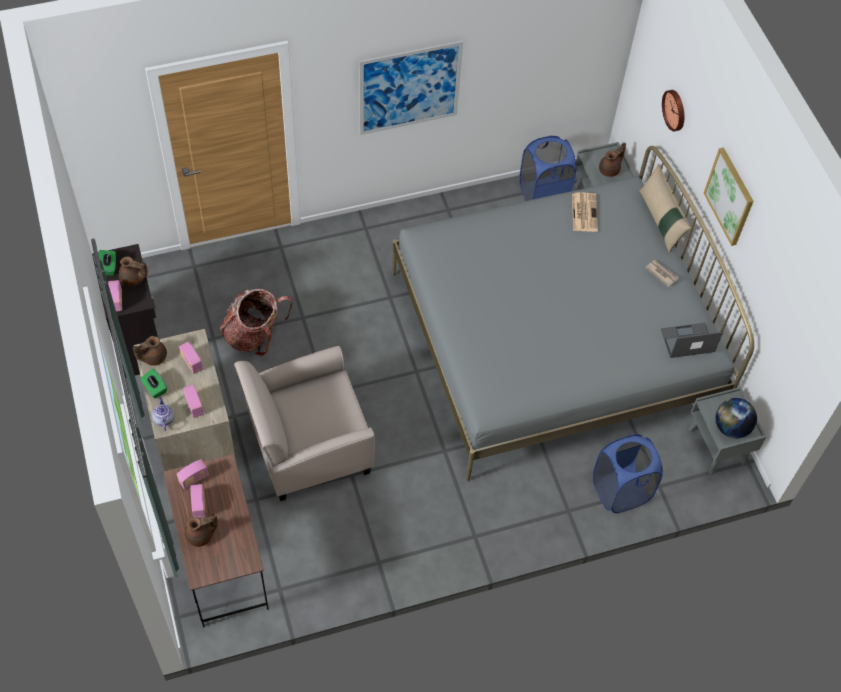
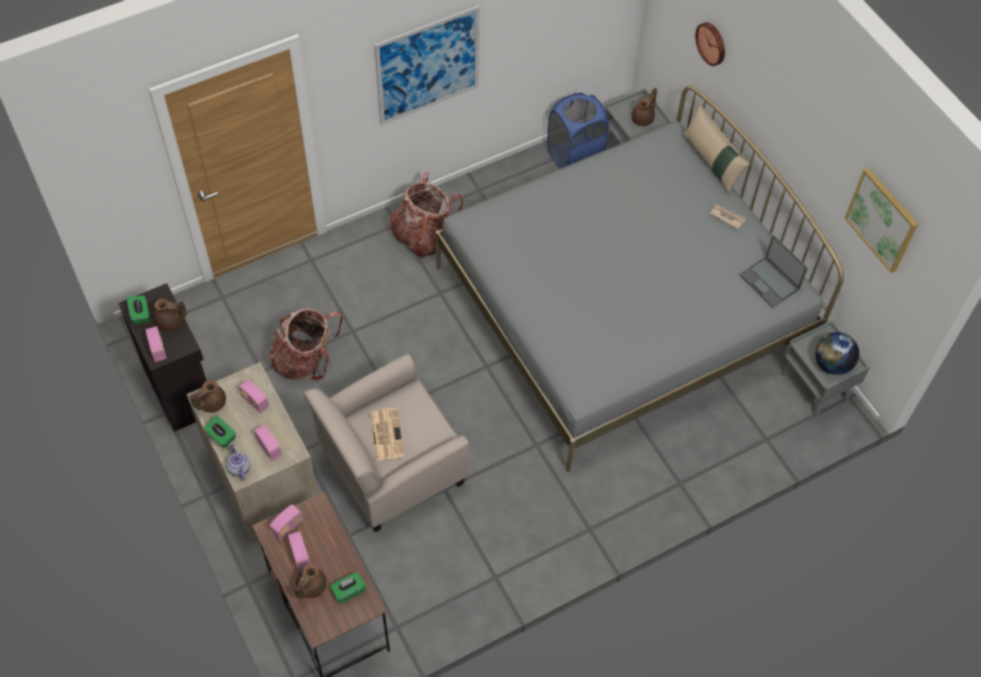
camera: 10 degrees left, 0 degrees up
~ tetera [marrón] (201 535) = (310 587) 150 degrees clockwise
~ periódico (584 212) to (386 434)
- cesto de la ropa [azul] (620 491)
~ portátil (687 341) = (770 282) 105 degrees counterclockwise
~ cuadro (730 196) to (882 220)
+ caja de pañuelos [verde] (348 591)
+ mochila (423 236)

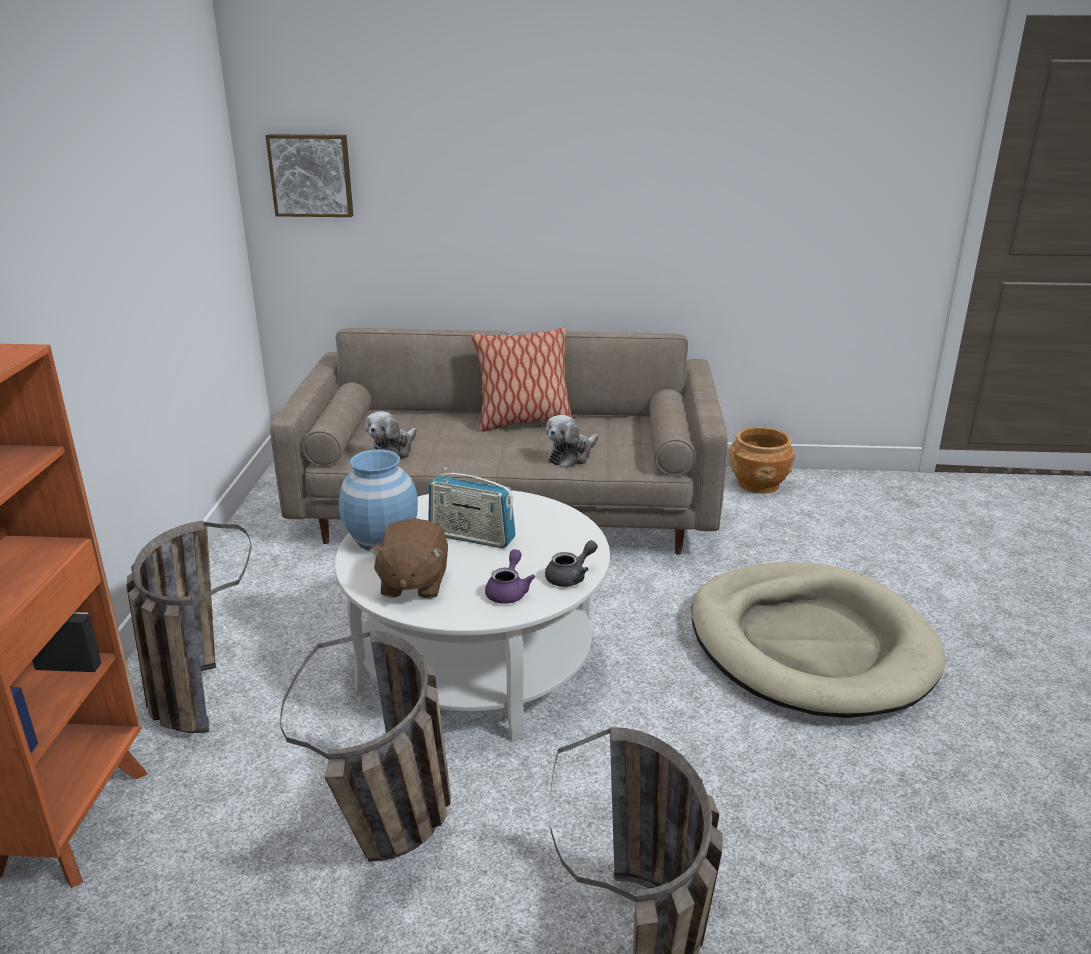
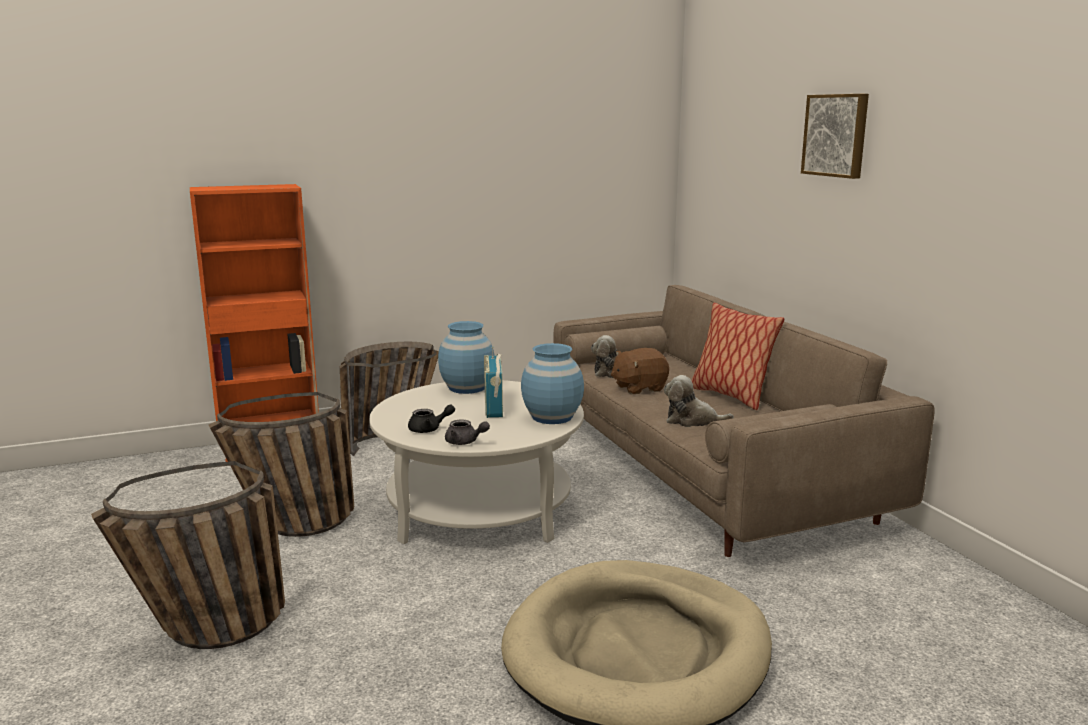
camera: 65 degrees right, 10 degrees down
~ cuadro (311 175) to (836 135)
~ peluche [marrón] (413 583) to (639 388)
~ tetera [morado] (509 591) to tetera [negro] (429 429)
- maceta [marrón] (758 484)
+ florero [azul] (552 417)

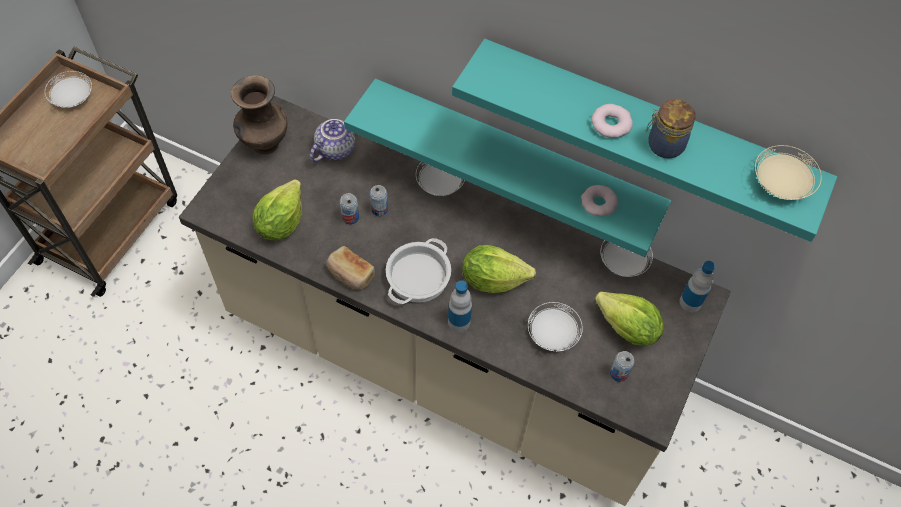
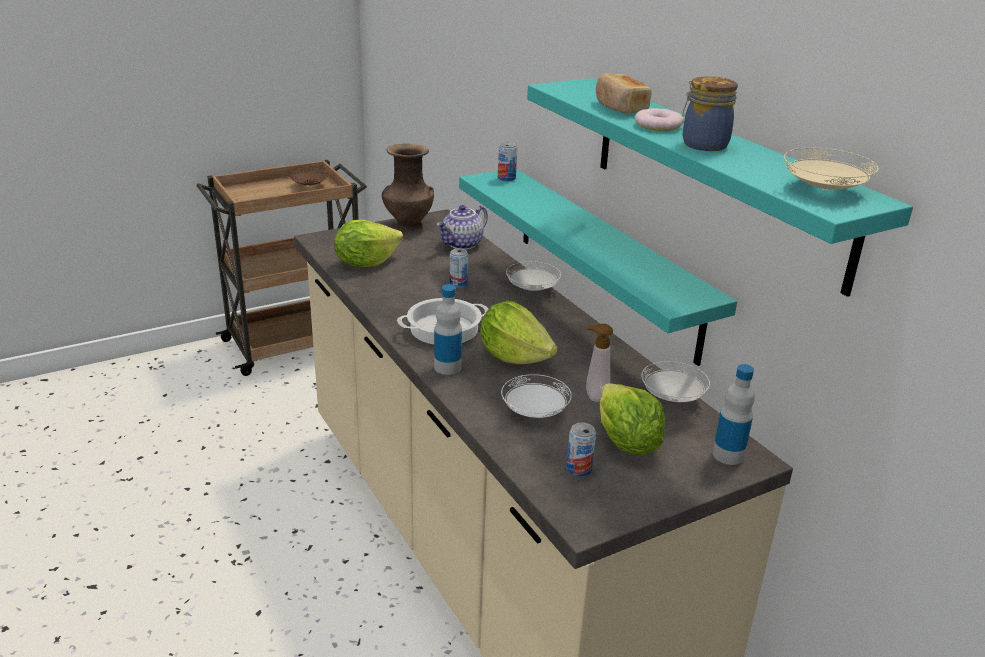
camera: 35 degrees right, 30 degrees down
~ plato [blanco] (72 98) to plato [marrón] (309 185)
~ tetera (335 148) = (462 244) 150 degrees clockwise
~ pan (350 274) to (619 107)
~ lata (350 217) to (506 178)
- rosquilla (598 203)
+ dispensador de jabón (594 396)

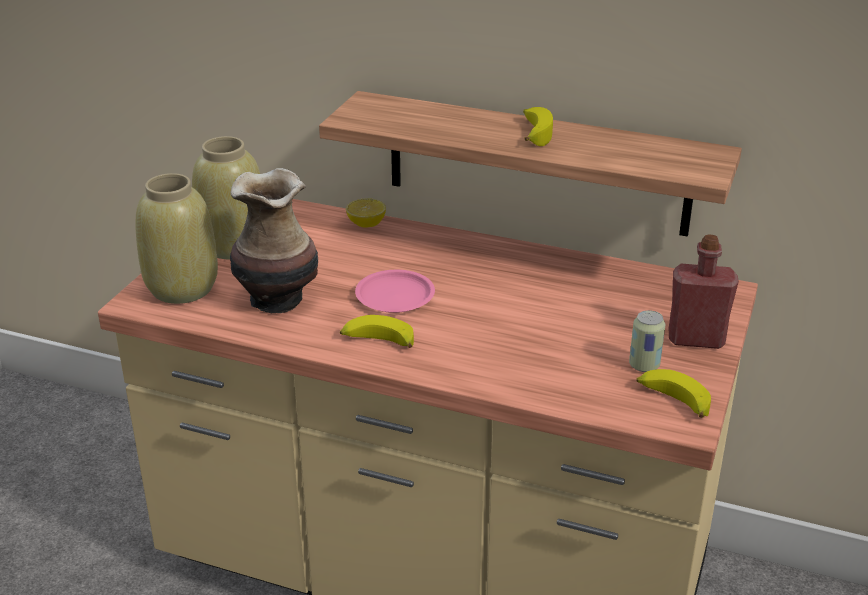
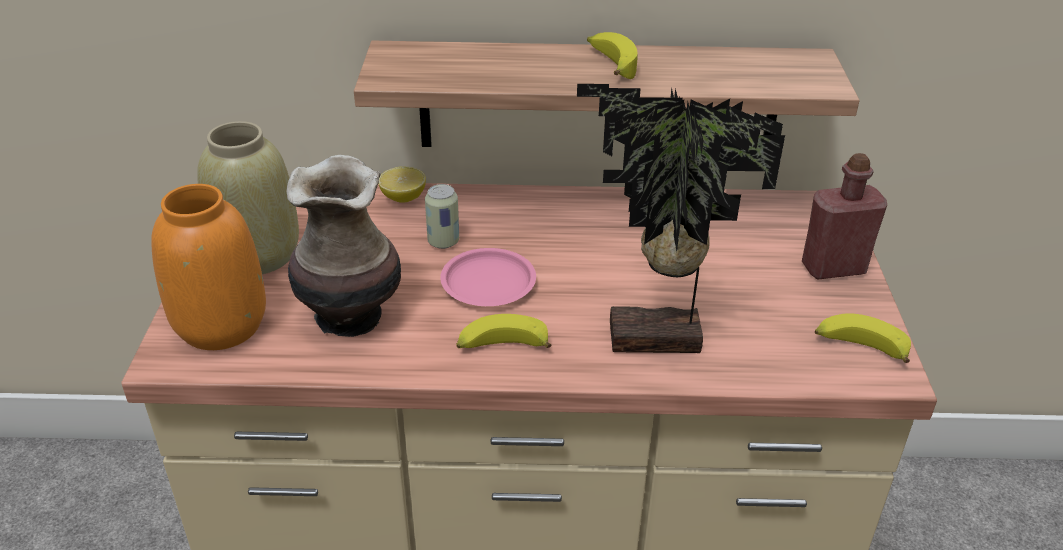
camera: 20 degrees left, 5 degrees up
~ florero [beis] (181 288) to florero [naranja] (219 326)
~ lata (644 365) to (443 241)
+ planta en maceta (657 343)

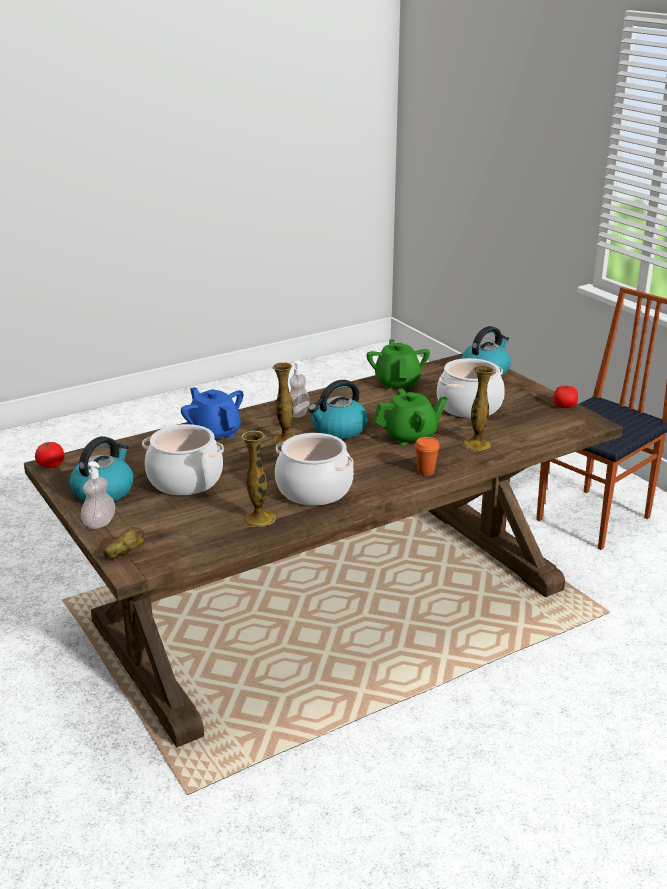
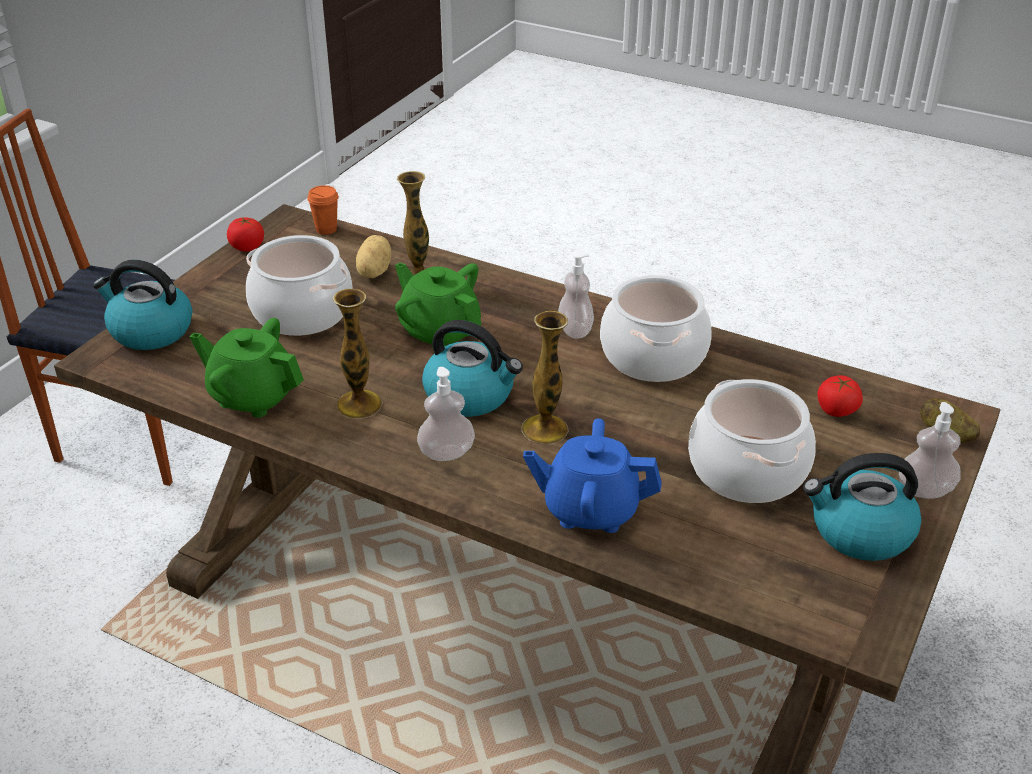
camera: 120 degrees left, 10 degrees up
~ tomate (51 465) to (836 410)
~ tetera [azul] (214 433) = (590 510) 75 degrees clockwise
~ florero (259 519) to (359 404)
~ tetera [verde] (397 383) = (253 397) 60 degrees clockwise
~ taza [naranja] (425 472) to (326 229)
+ patata (372 272)
+ dispensador de jabón (575 330)

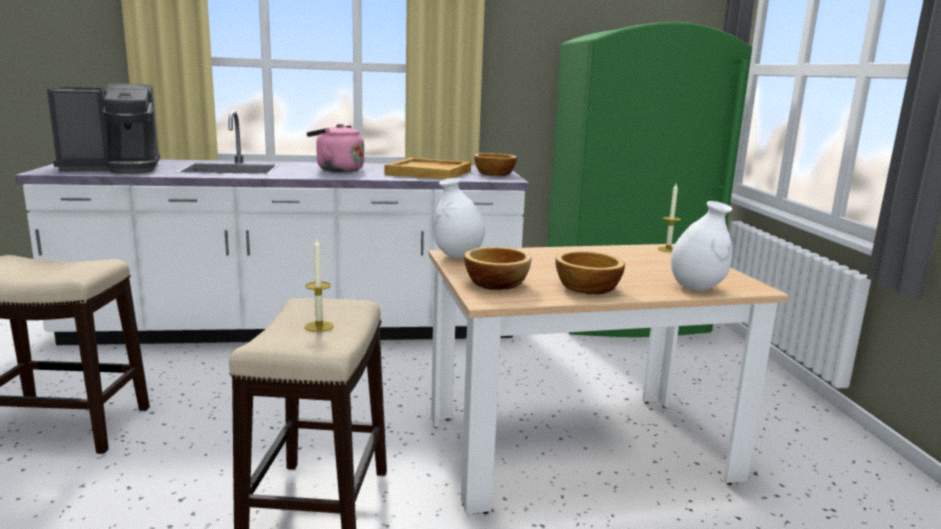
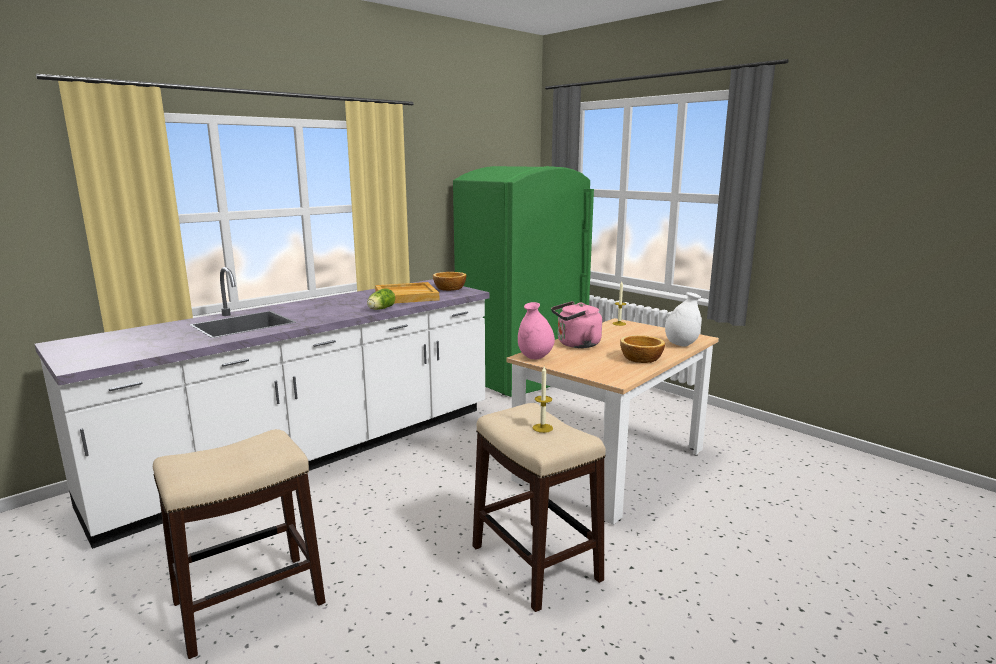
camera: 35 degrees left, 0 degrees up
- cafetera (114 168)
~ hervidor [rosa] (337 170) to (576 344)
~ florero [blanco] (458 256) to florero [rosa] (535 357)
- cuenco (496 283)
+ lechuga (380 309)

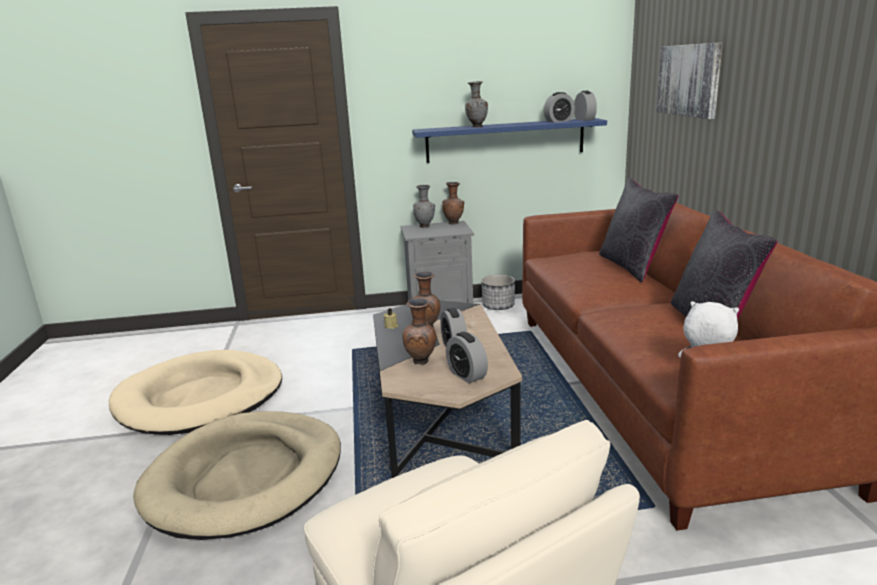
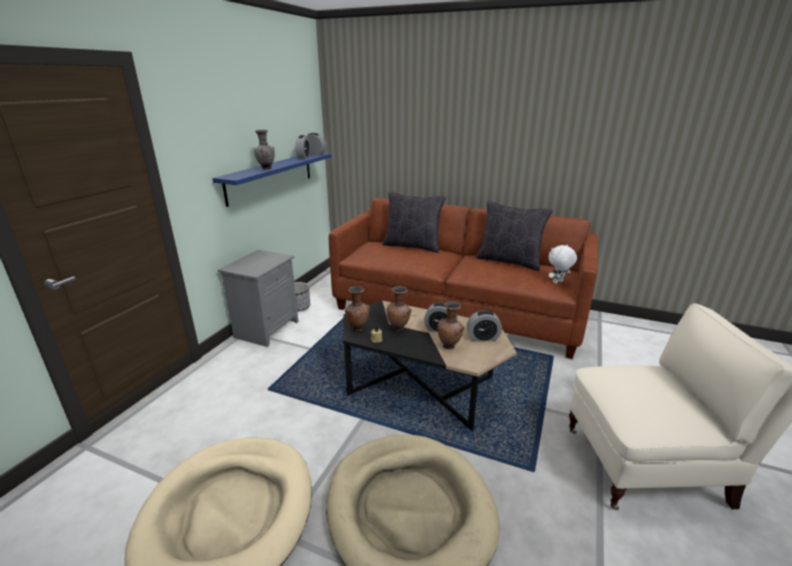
camera: 60 degrees left, 5 degrees up
- florero [gris] (425 226)
~ florero [marrón] (454 223) to (357 328)
- cuadro (689 80)

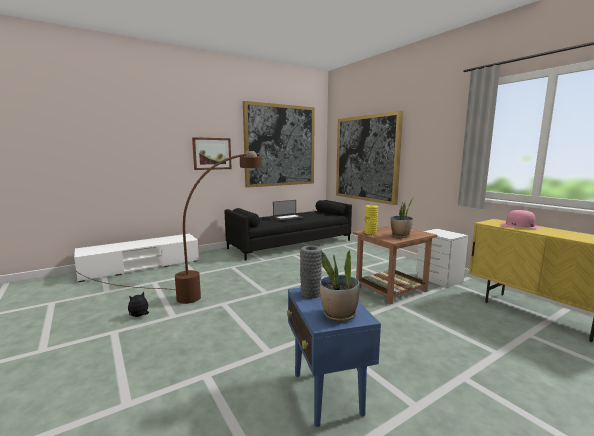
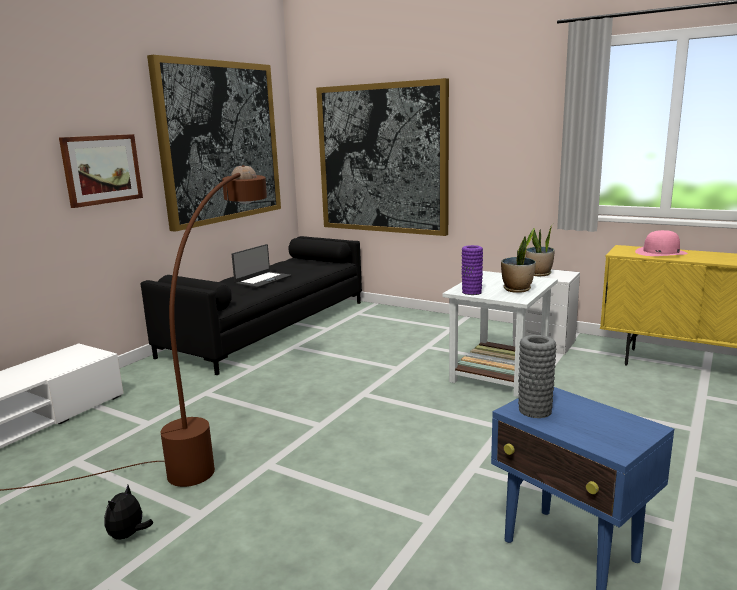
camera: 25 degrees left, 5 degrees up
~ planta en maceta (339 315) to (539 274)
~ mesa auxiliar [marrón] (390 289) to mesa auxiliar [blanco] (498 373)
~ florero [amarillo] (370 233) to florero [morado] (471 292)

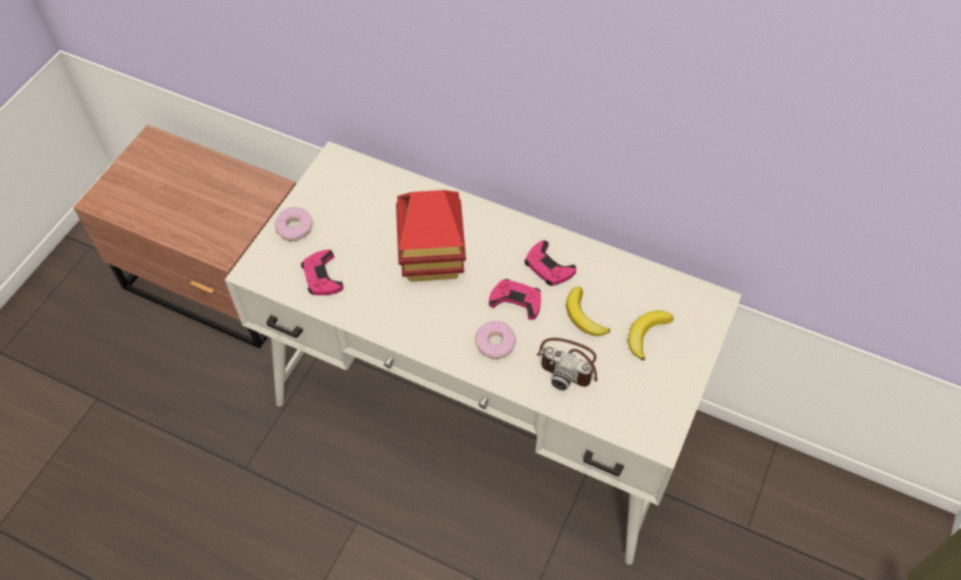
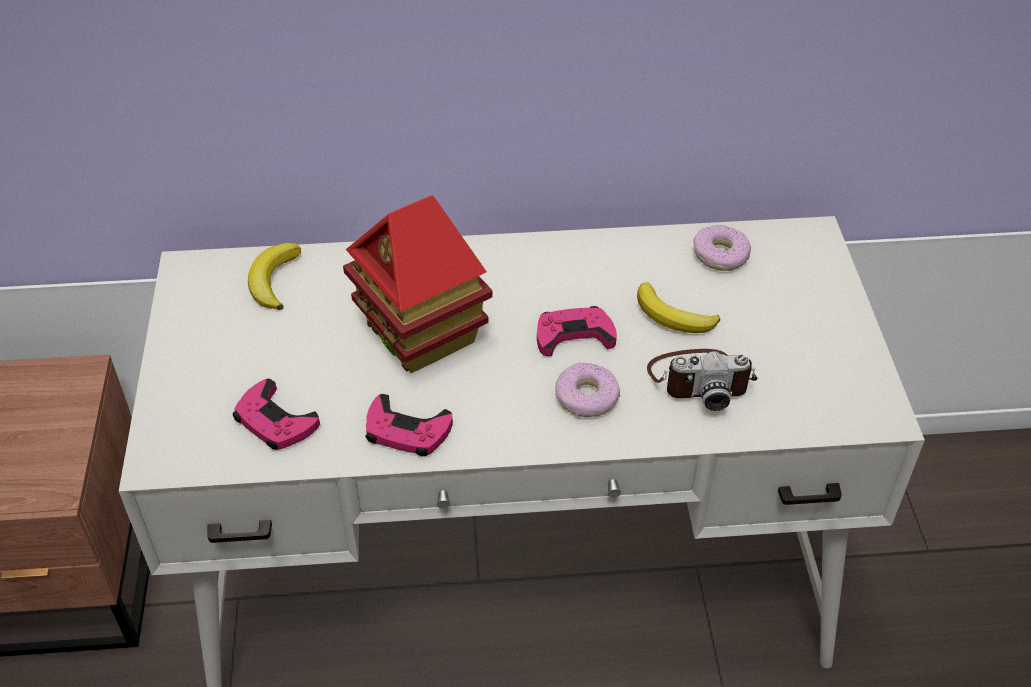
camera: 30 degrees left, 10 degrees down
~ rosquilla (295 228) to (720 255)
~ mando de consola [rosa] (548 267) to (406 431)
~ plátano (646 334) to (273 280)

